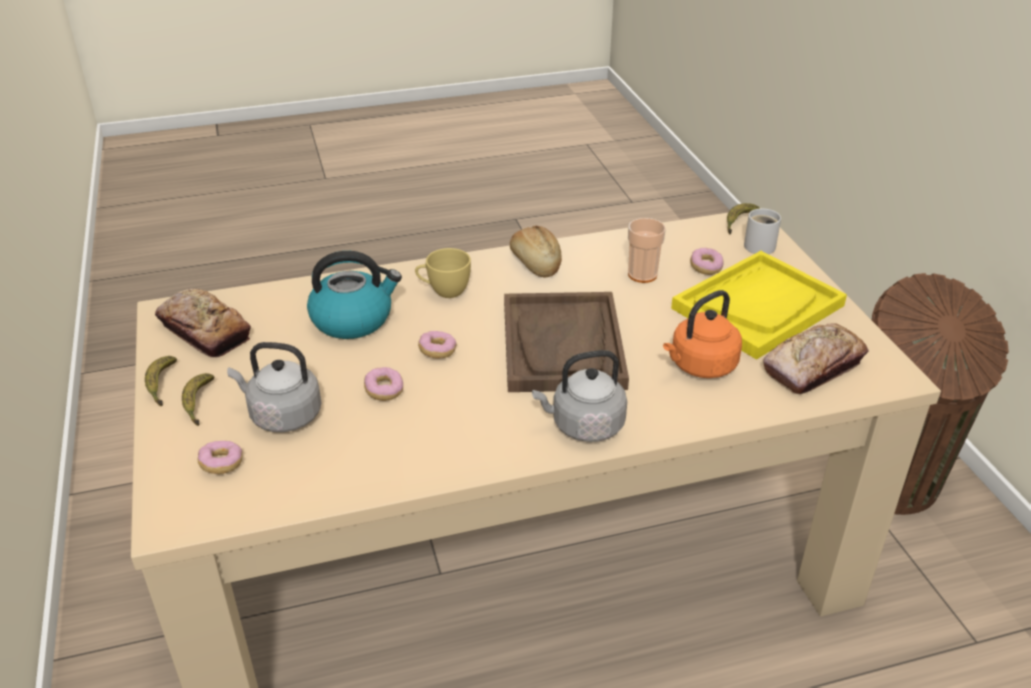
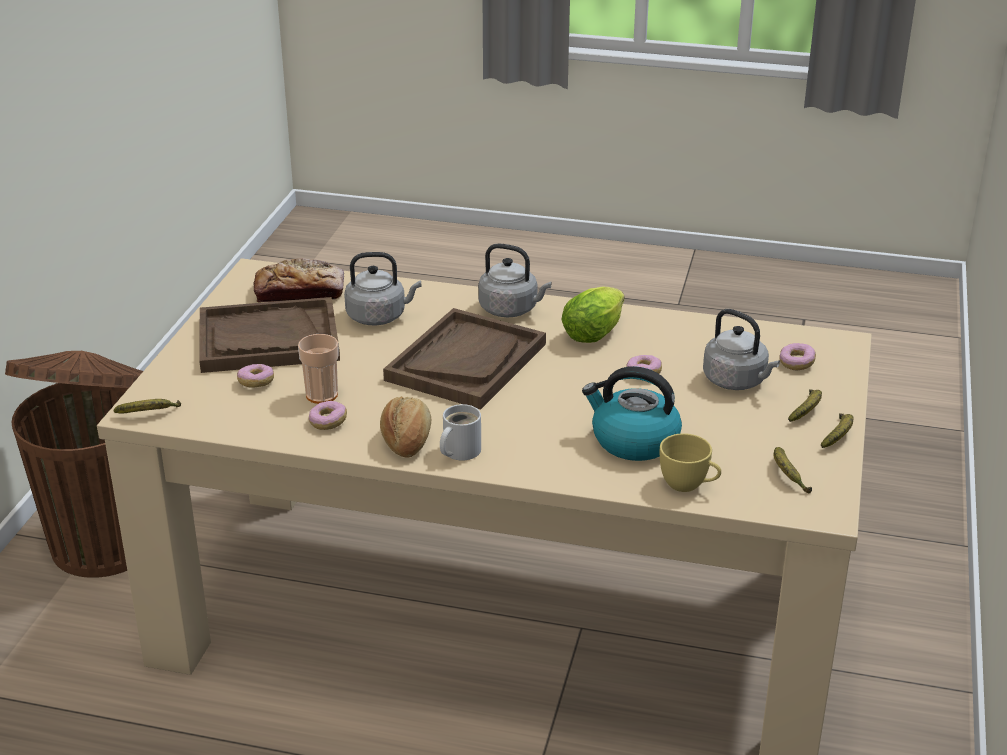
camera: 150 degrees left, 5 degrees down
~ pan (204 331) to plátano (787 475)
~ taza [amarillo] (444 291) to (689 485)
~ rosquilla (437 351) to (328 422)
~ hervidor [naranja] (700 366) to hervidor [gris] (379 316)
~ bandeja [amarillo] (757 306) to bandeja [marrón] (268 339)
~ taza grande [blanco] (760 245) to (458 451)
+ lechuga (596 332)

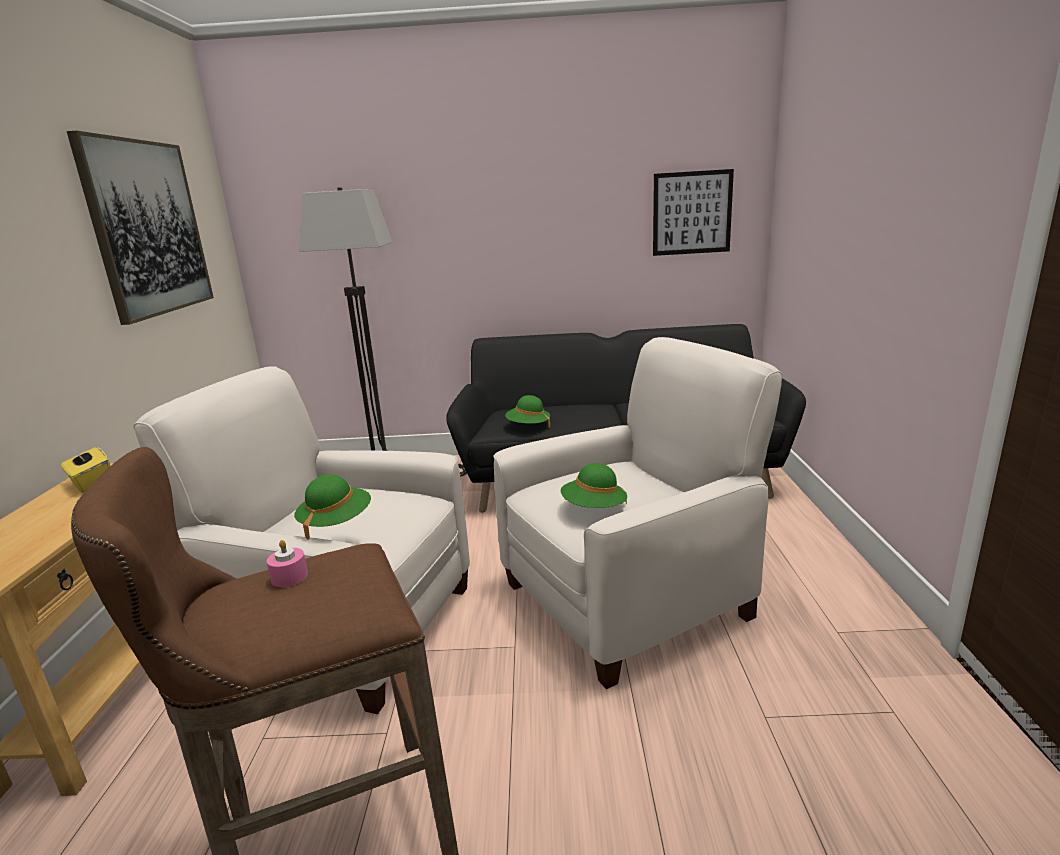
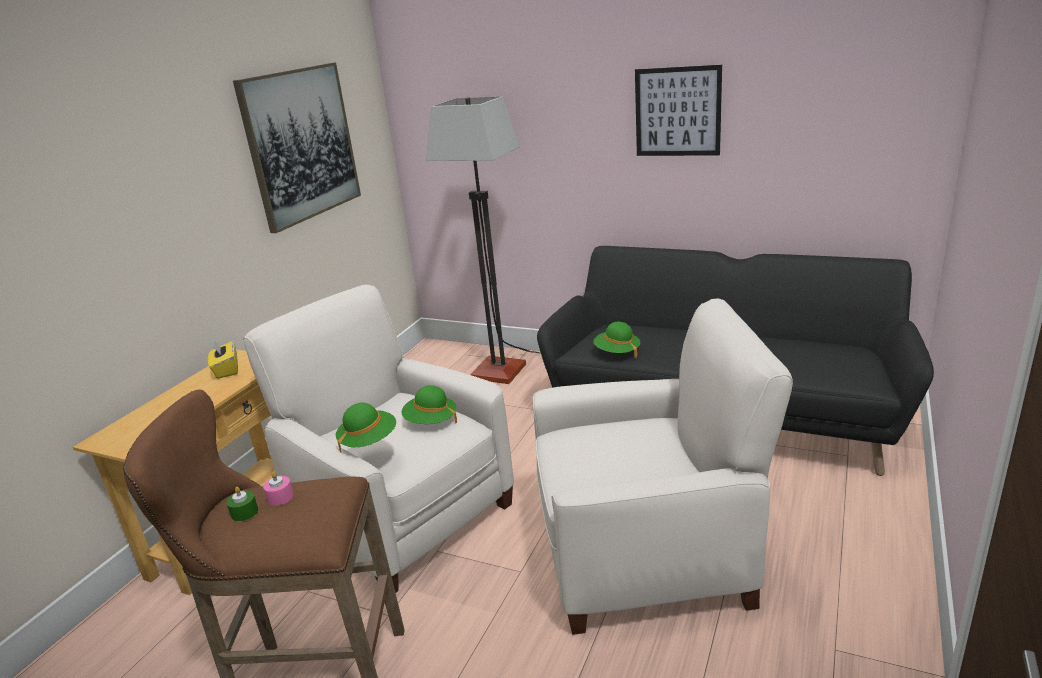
camera: 25 degrees right, 5 degrees up
~ sombrero [verde] (594 508) to (430 421)
~ cuadro (692 213) to (677 112)
+ vela [verde] (244 512)

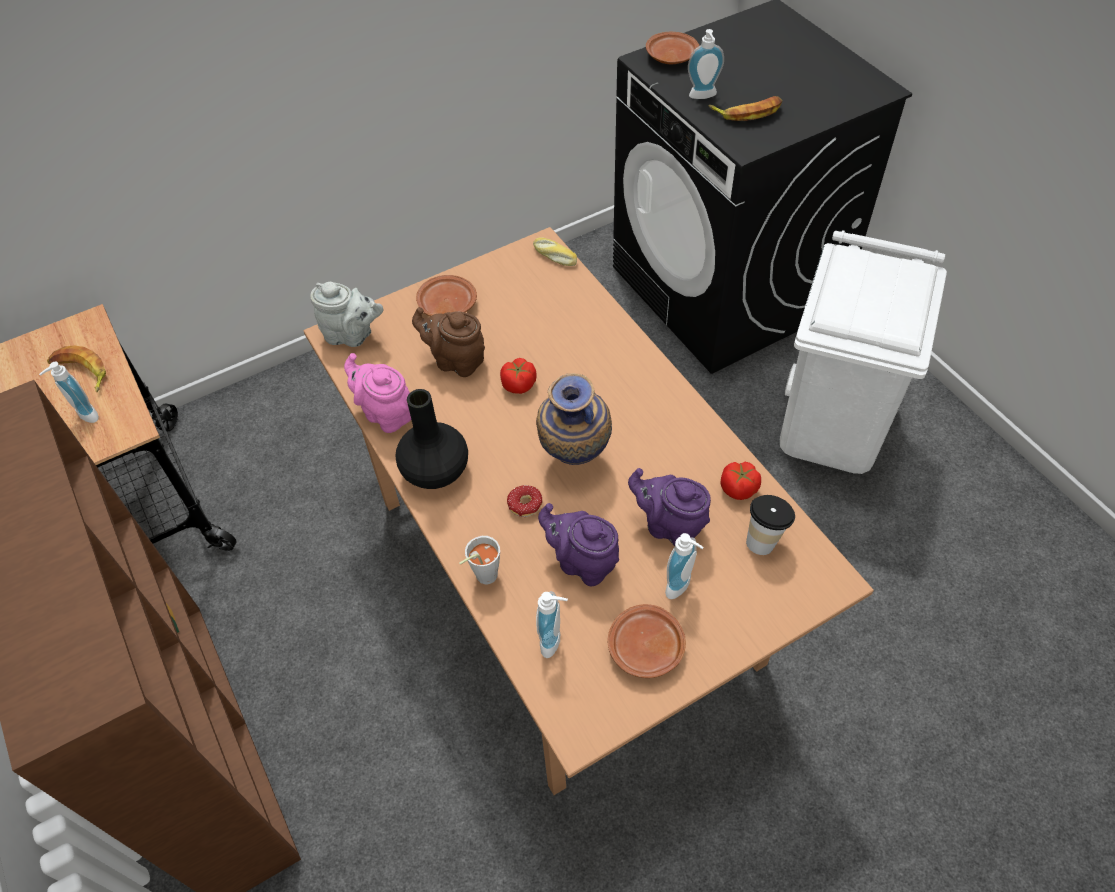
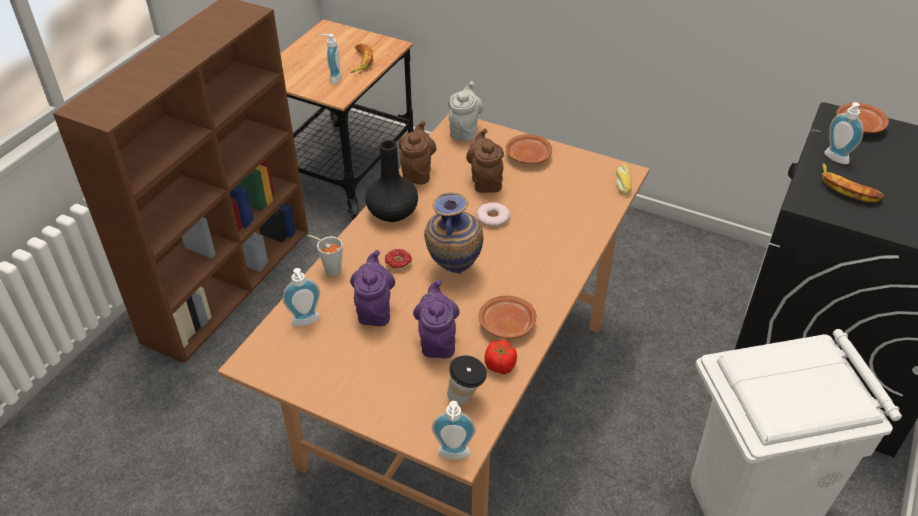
camera: 55 degrees right, 10 degrees down
~ tetera [gris] (352 335) = (464 130) 150 degrees counterclockwise
~ tetera [rosa] (386 413) to tetera [marrón] (417 172)
~ tomate (519 385) to rosquilla (492 217)
~ plato [marrón] (645 648) to (506 324)
~ dispensador de jabón (682 587) to (453 456)

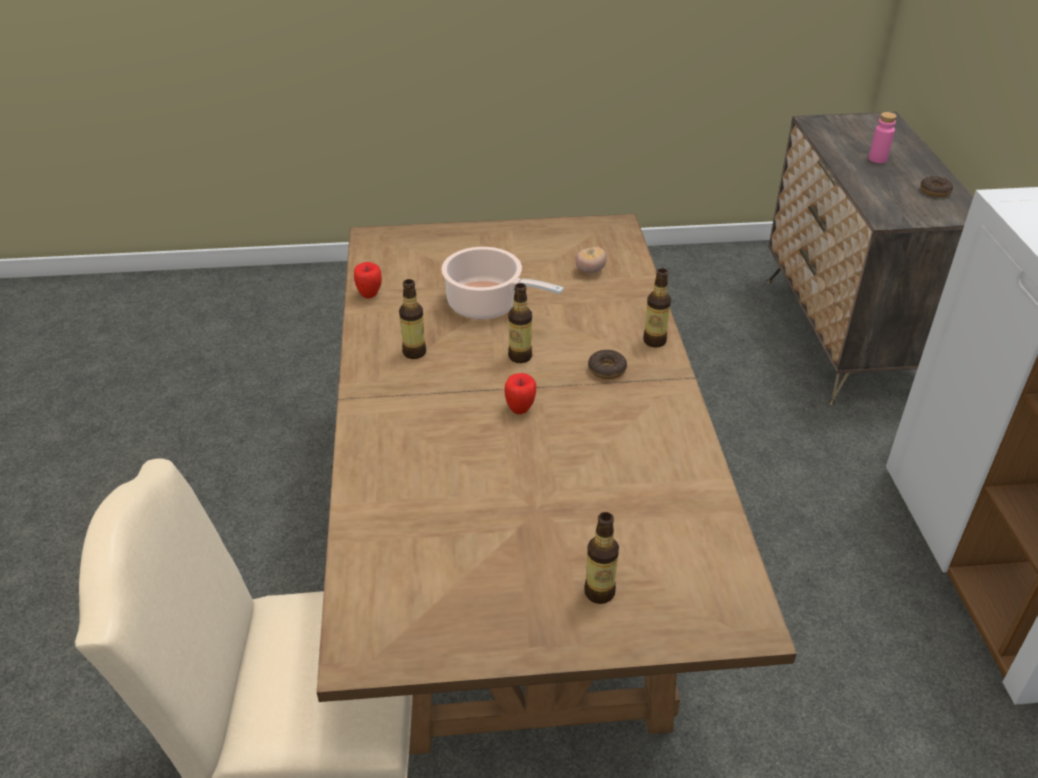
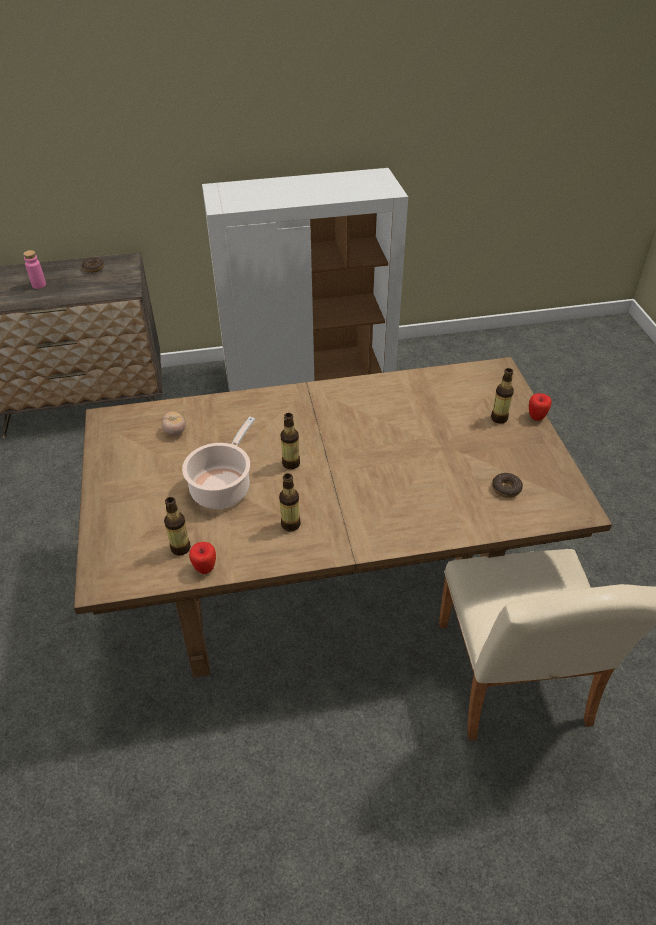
camera: 95 degrees left, 5 degrees up
~ manzana (520 409) to (536 417)
~ rosquilla (607 369) to (506 488)
~ botella (654 341) to (180 548)

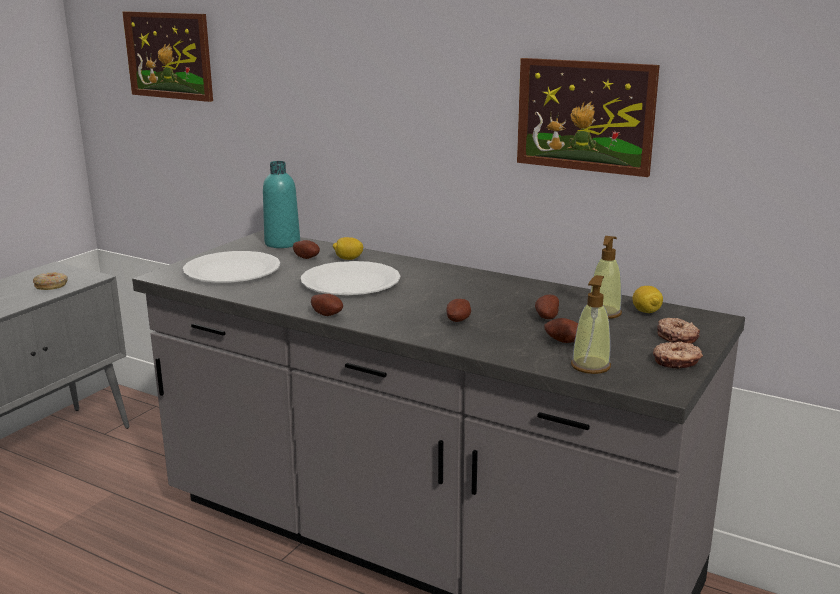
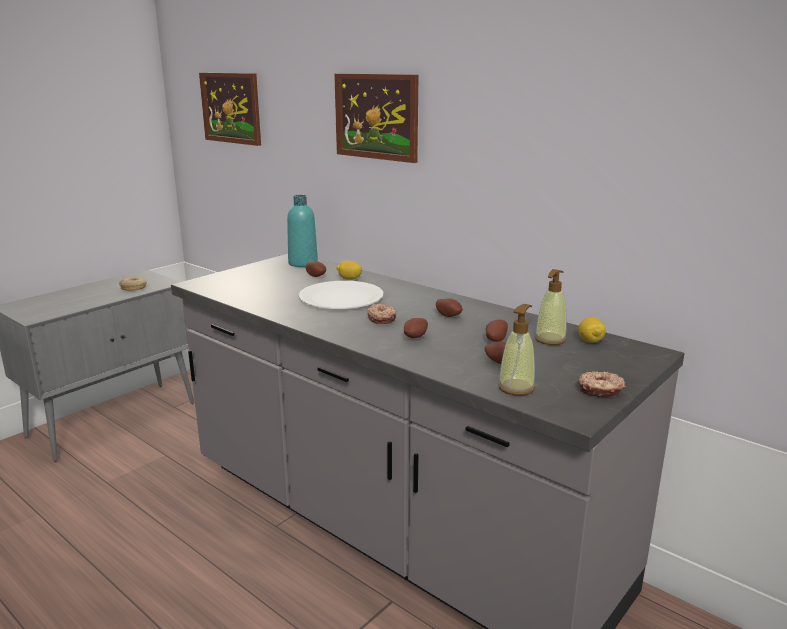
camera: 10 degrees right, 0 degrees up
- plato [blanco] (232 270)
~ patata (328 314) to (449 315)
~ cuadro (585 116) to (376 116)
~ rosquilla (677 337) to (382 318)

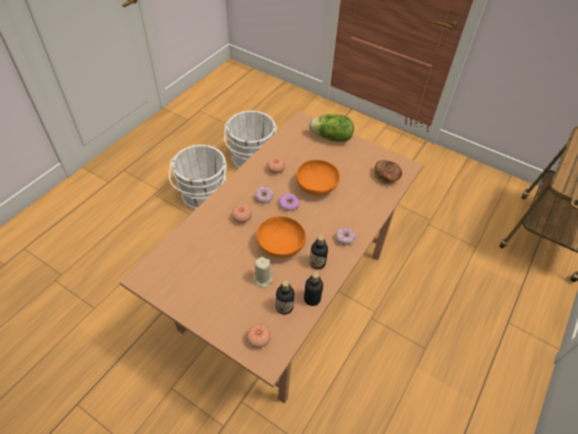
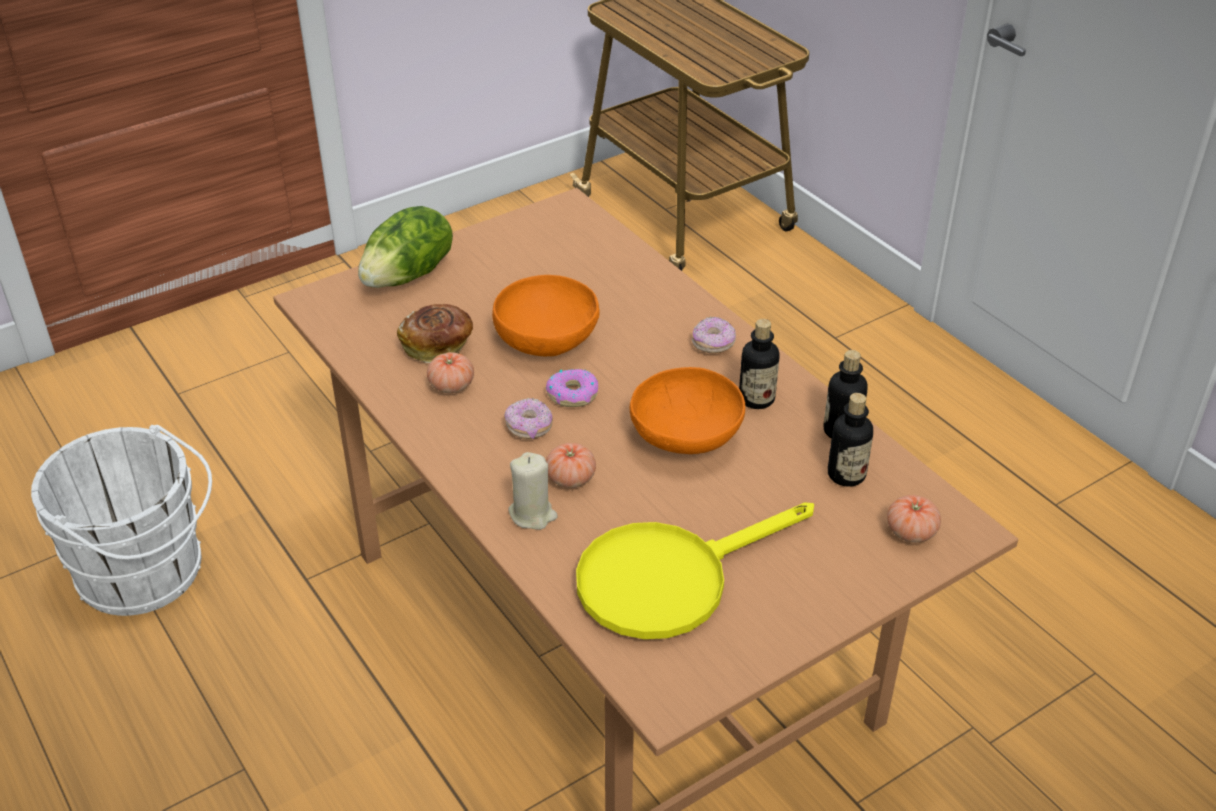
camera: 65 degrees left, 10 degrees down
- cubo [blanco] (203 197)
~ vela [beis] (263 279) to (532 514)
~ pan (386 177) to (438 346)
+ sartén [amarillo] (669 578)

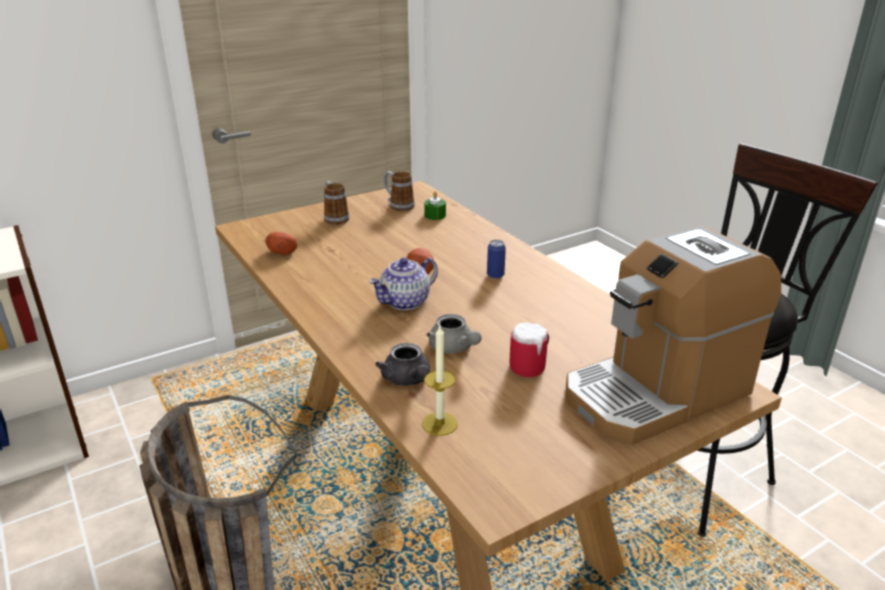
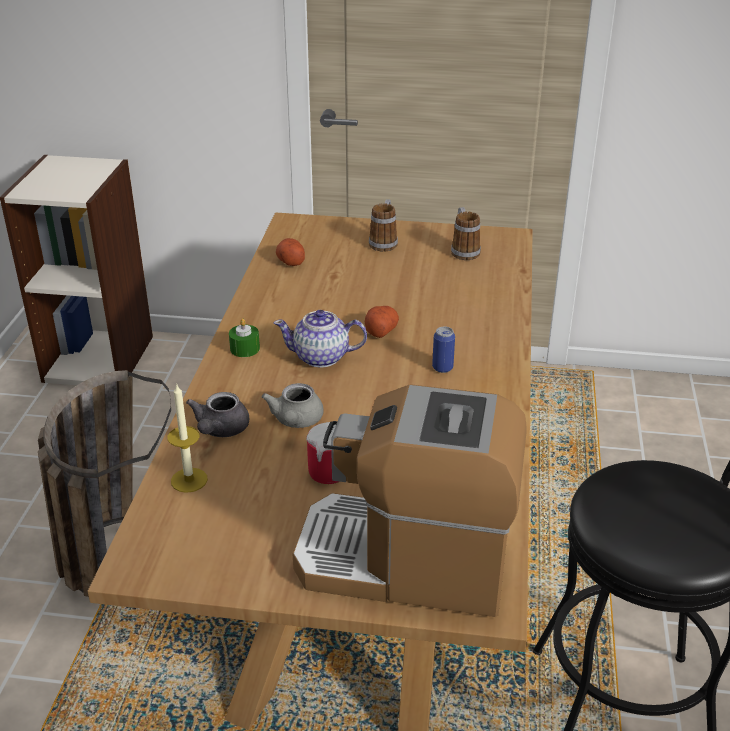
camera: 40 degrees right, 5 degrees up
~ vela [verde] (435 215) to (245 349)

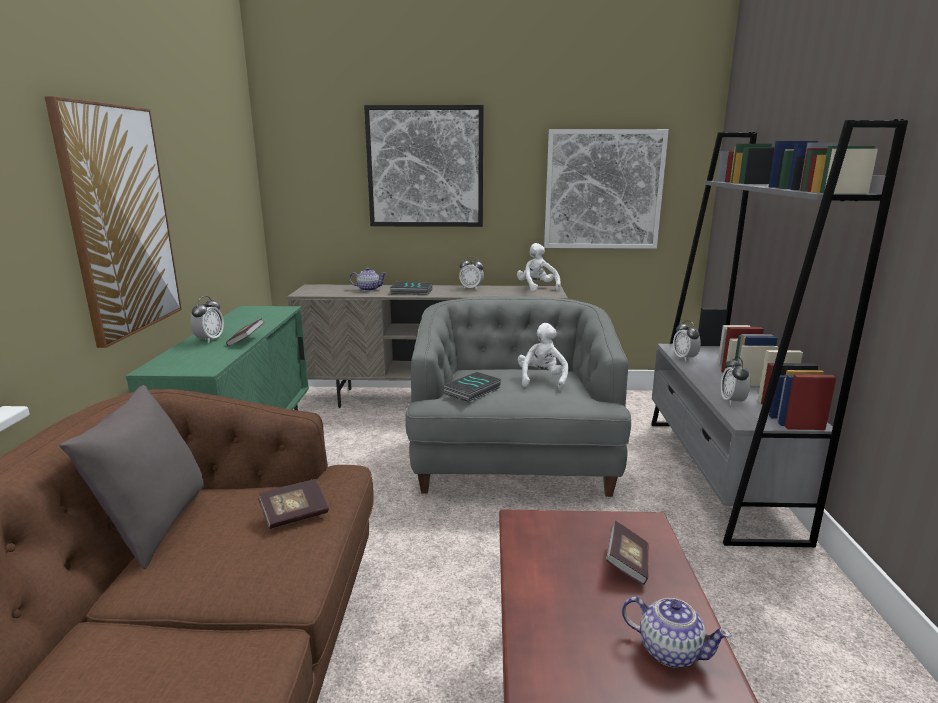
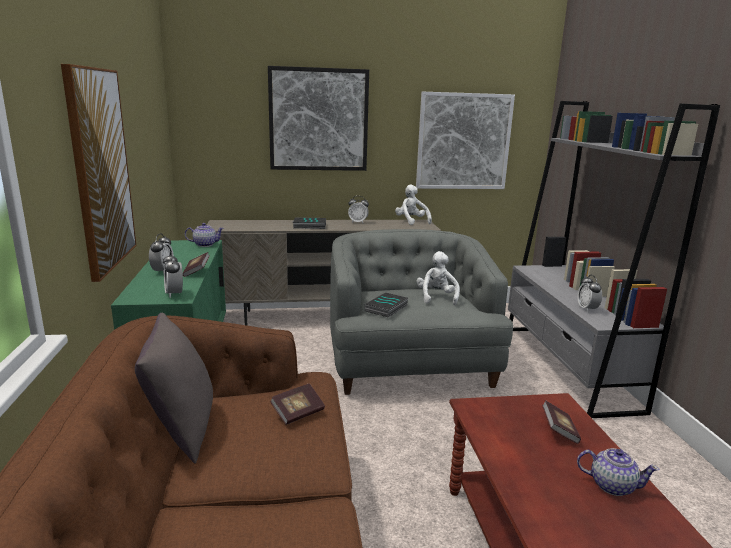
camera: 10 degrees left, 0 degrees up
~ tetera (368 289) to (205 244)
~ despertador (684 358) to (174 294)

